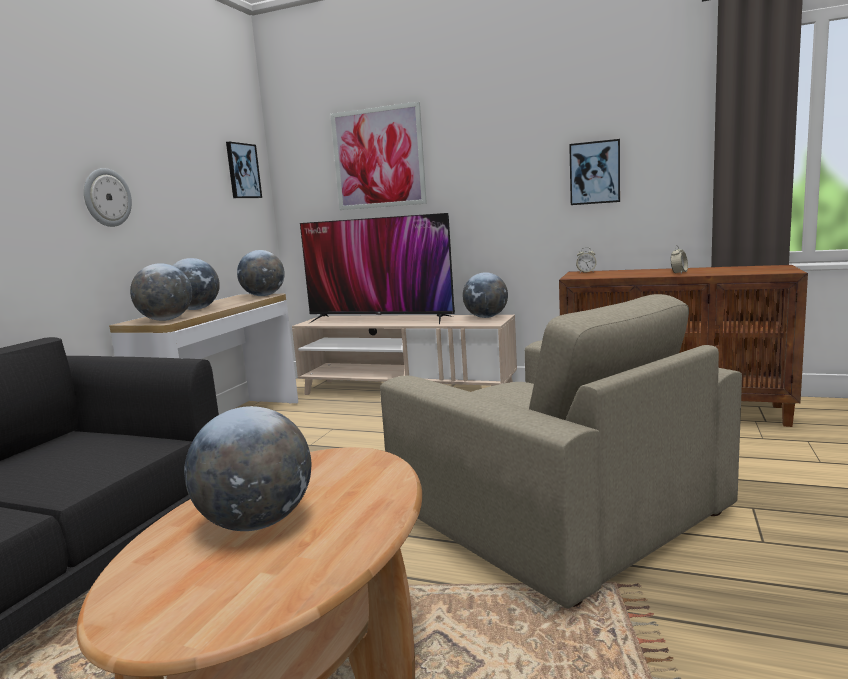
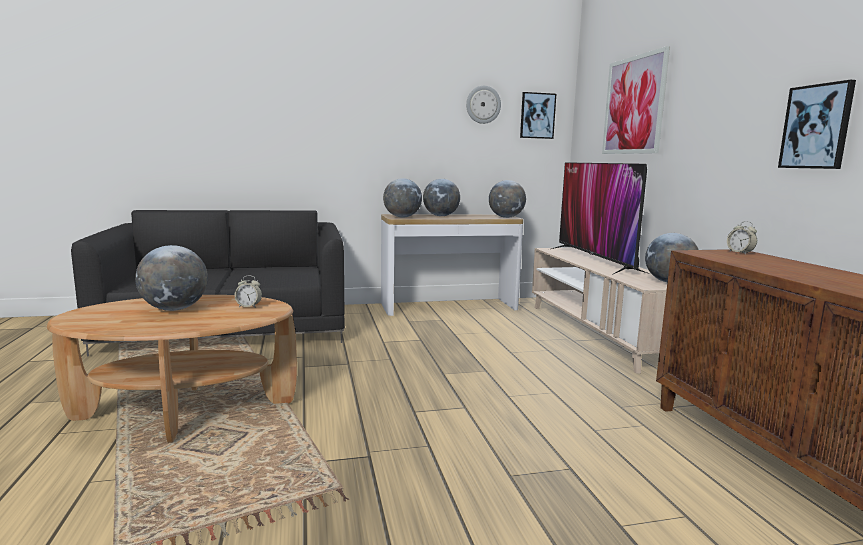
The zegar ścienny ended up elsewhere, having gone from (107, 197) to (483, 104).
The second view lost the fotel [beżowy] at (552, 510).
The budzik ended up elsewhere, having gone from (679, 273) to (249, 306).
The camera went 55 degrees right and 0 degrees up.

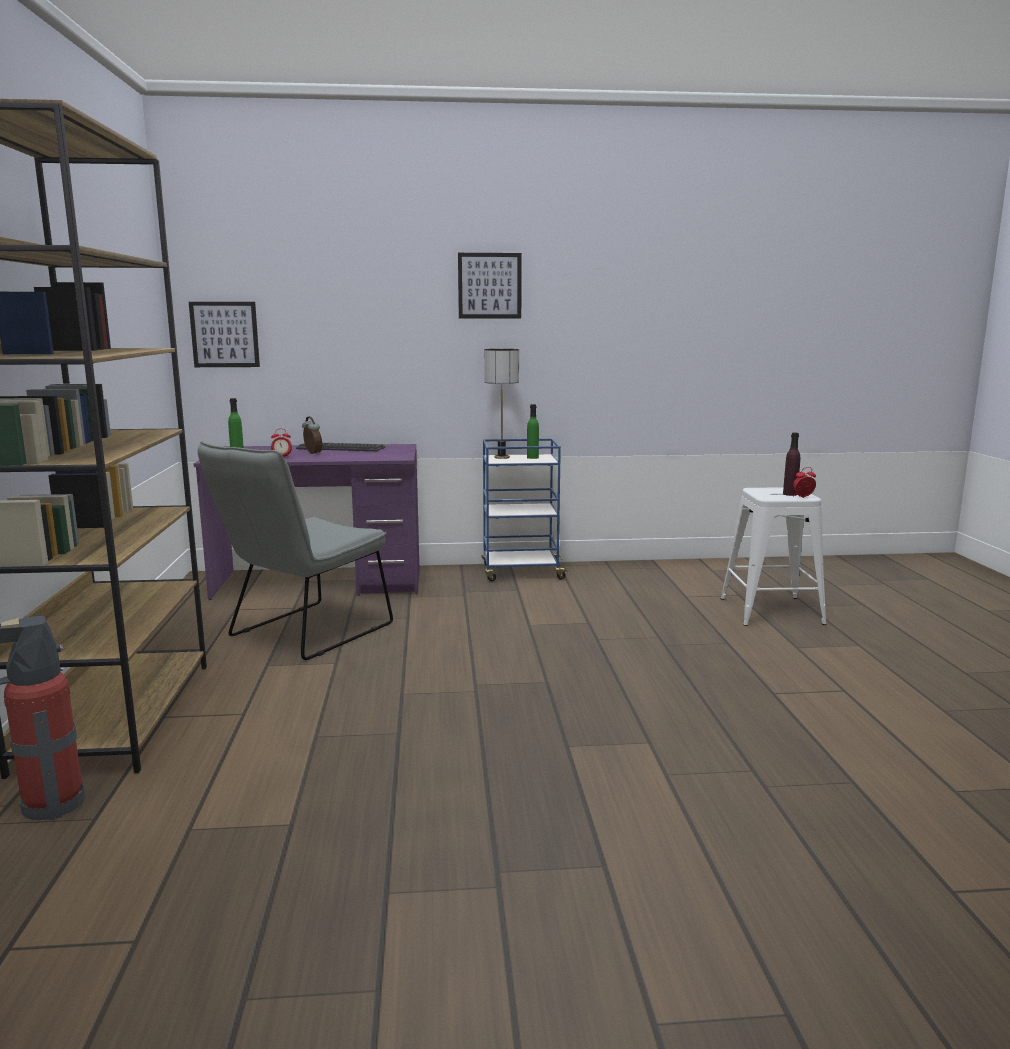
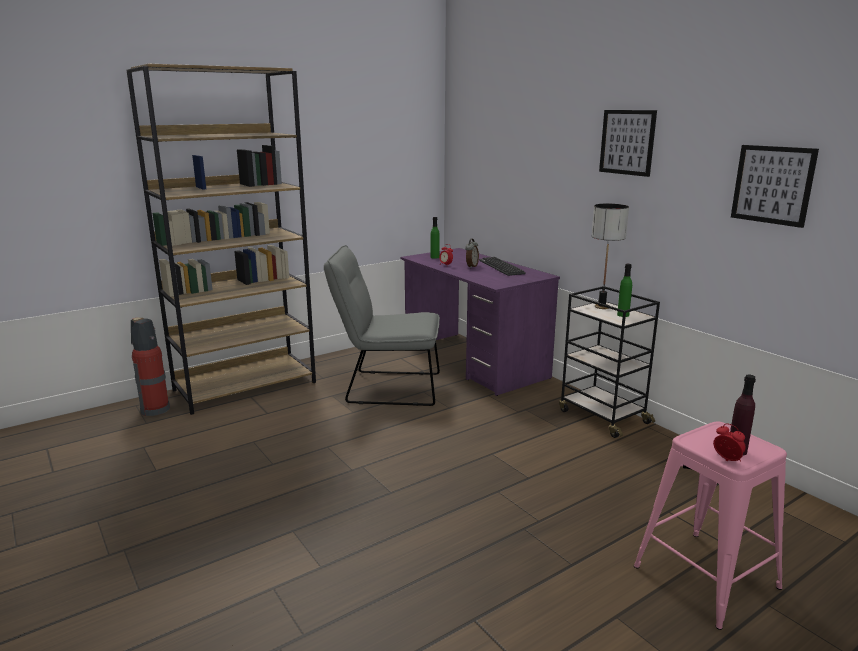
The obraz ended up elsewhere, having gone from (224, 334) to (772, 185).
What was the wózek [niebieski] at (521, 572) turned into the wózek [czarny] at (602, 416).
What was the stołek [biały] at (771, 611) turned into the stołek [różowy] at (706, 577).
The camera went 60 degrees right and 5 degrees up.

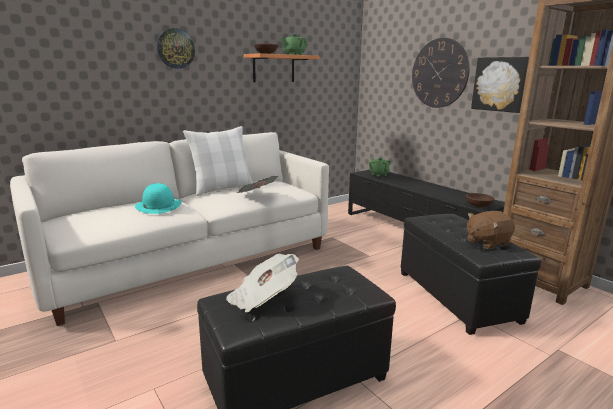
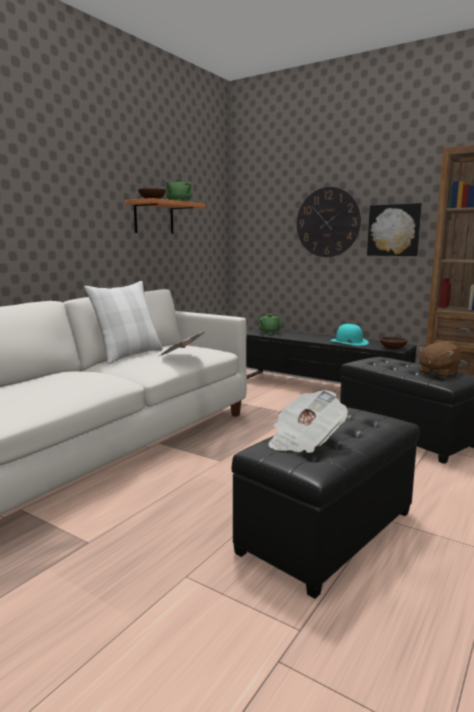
The kapelusz [turkusowy] ended up elsewhere, having gone from (158, 206) to (349, 341).
The second view lost the zegar ścienny at (175, 48).
The camera went 20 degrees left and 5 degrees down.

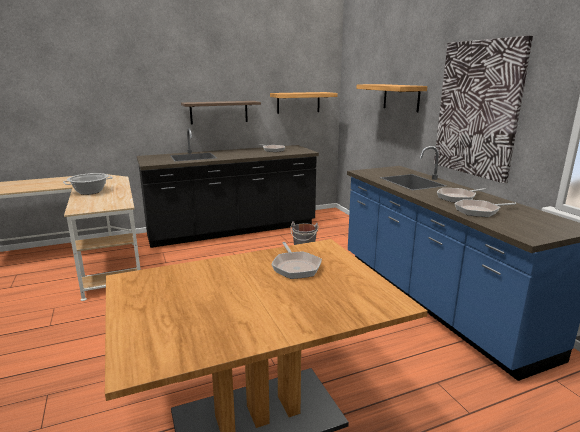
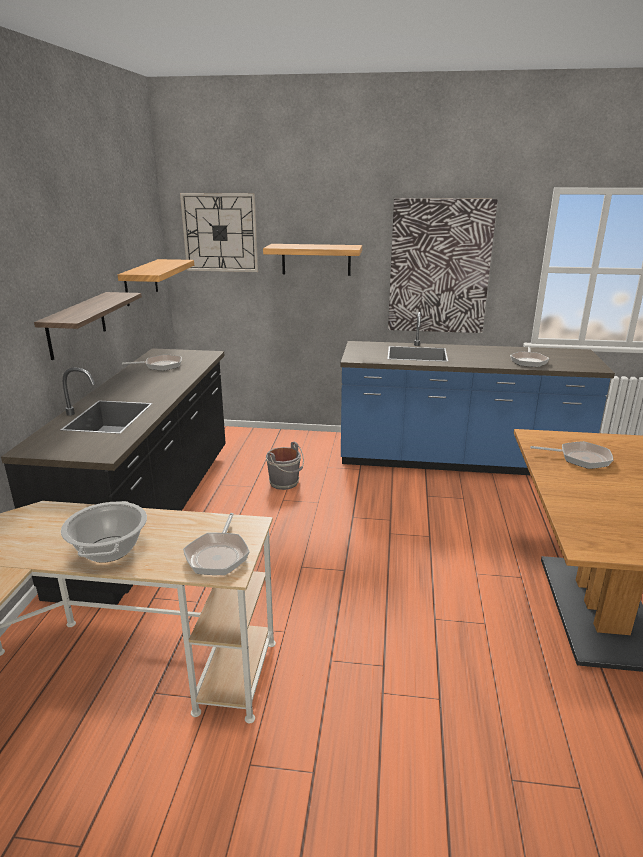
The patelnia ended up elsewhere, having gone from (458, 197) to (218, 555).
The second view gained the zegar ścienny at (220, 233).
The camera went 60 degrees left and 5 degrees up.

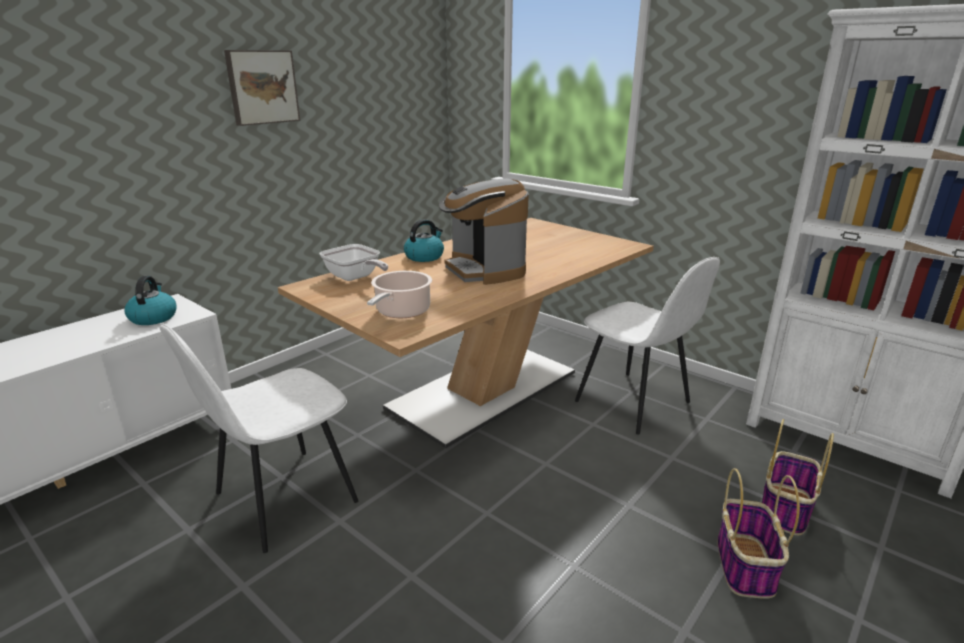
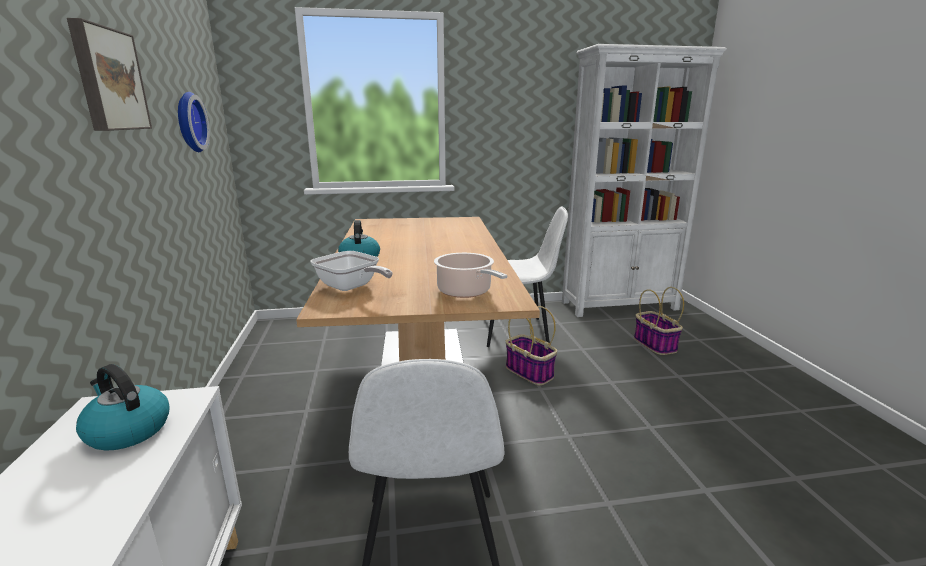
The patelnia at (355, 278) ended up facing another way, 45 degrees clockwise from before.
The second view lost the ekspres do kawy at (484, 270).
The koszyk ended up elsewhere, having gone from (745, 566) to (530, 372).
The second view gained the zegar ścienny at (188, 122).
The camera went 50 degrees left and 5 degrees down.

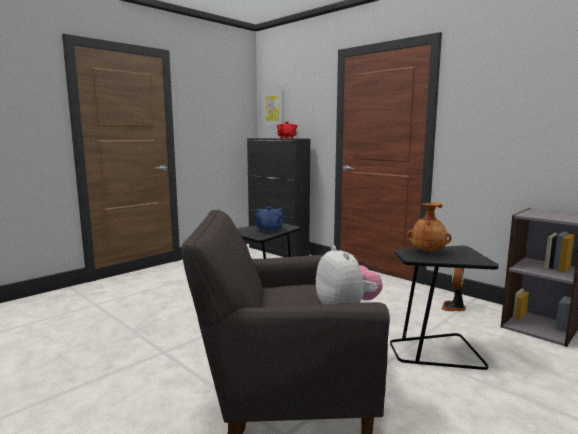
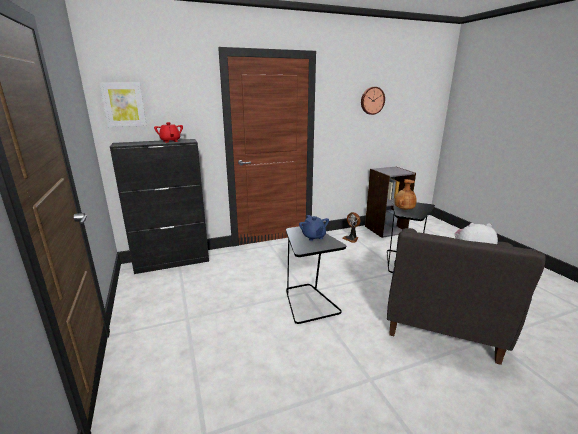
The second view gained the zegar ścienny at (372, 100).
The camera went 65 degrees left and 10 degrees up.

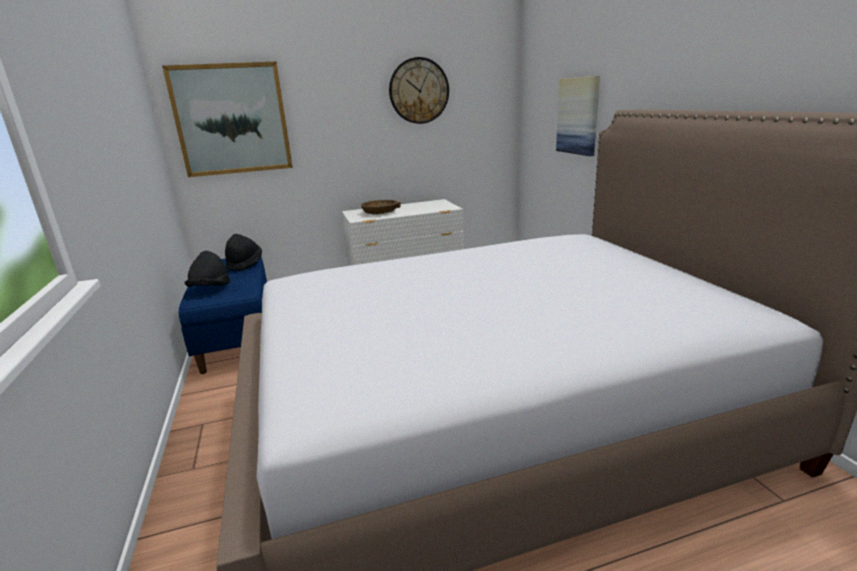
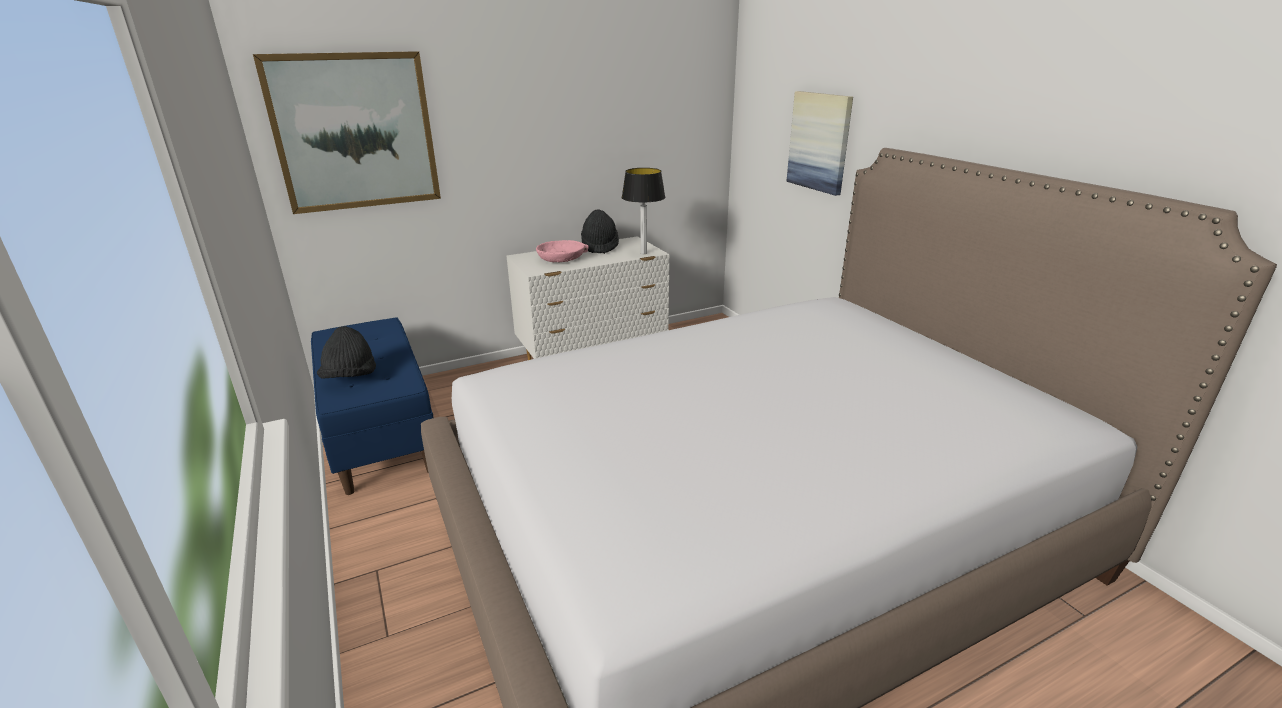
The kapelusz [czarny] ended up elsewhere, having gone from (244, 264) to (600, 247).
What was the miska [brązowy] at (380, 212) turned into the miska [różowy] at (561, 258).
The second view lost the zegar ścienny at (419, 91).
The second view gained the lampa stołowa at (644, 253).
The camera went 10 degrees left and 5 degrees up.

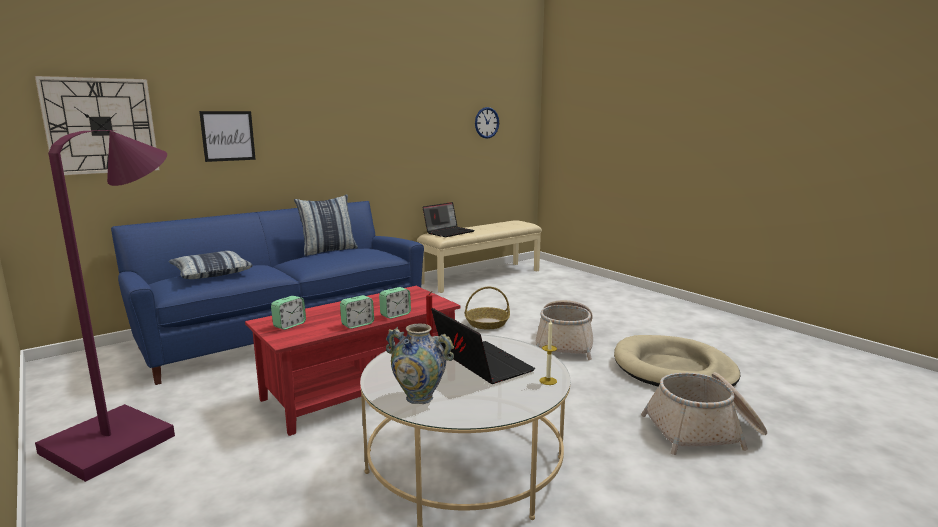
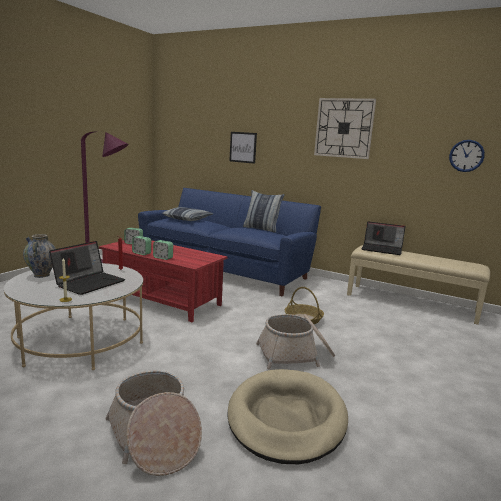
The zegar ścienny ended up elsewhere, having gone from (101, 126) to (344, 128).
The camera went 65 degrees right and 0 degrees up.

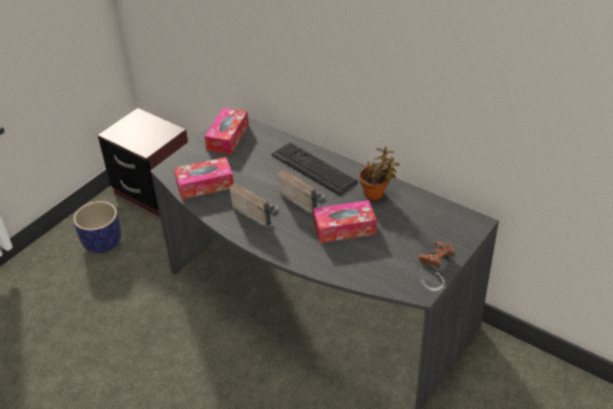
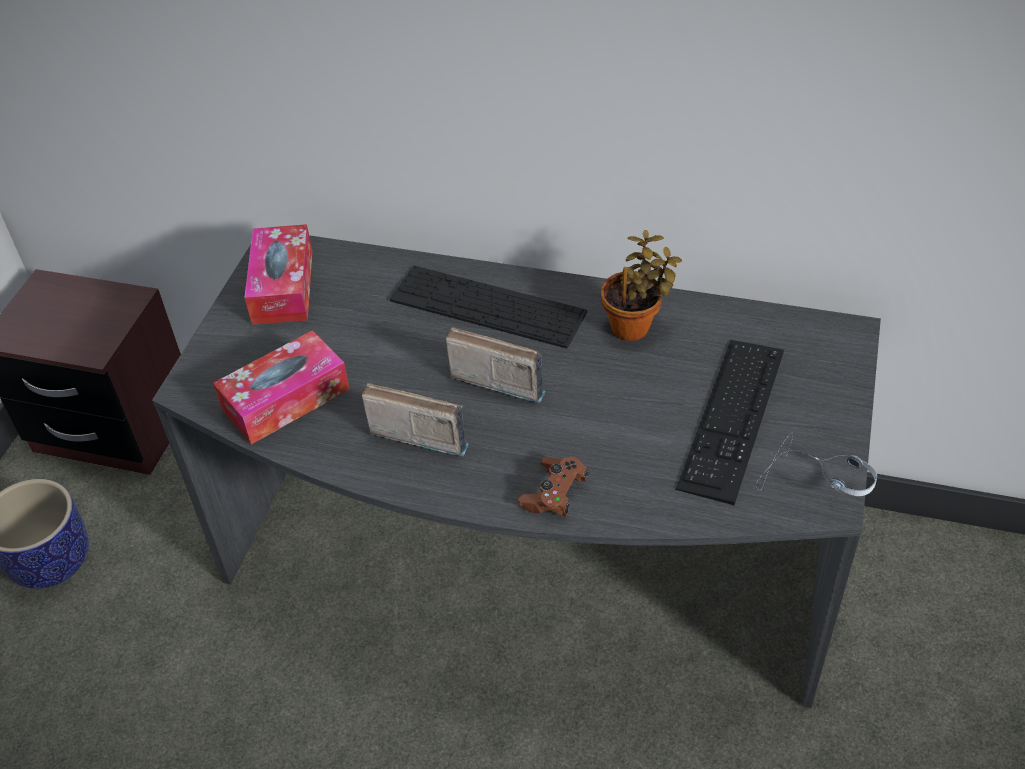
The second view lost the pudełko chusteczek at (344, 228).
The pad do gier [brązowy] ended up elsewhere, having gone from (436, 258) to (554, 494).
The second view gained the klawiatura at (732, 418).
The camera went 20 degrees left and 5 degrees up.

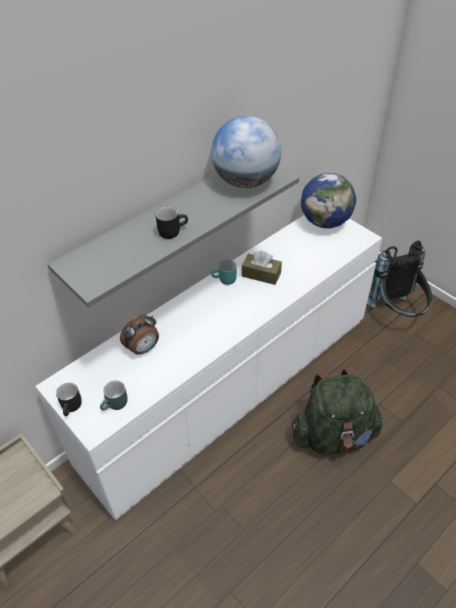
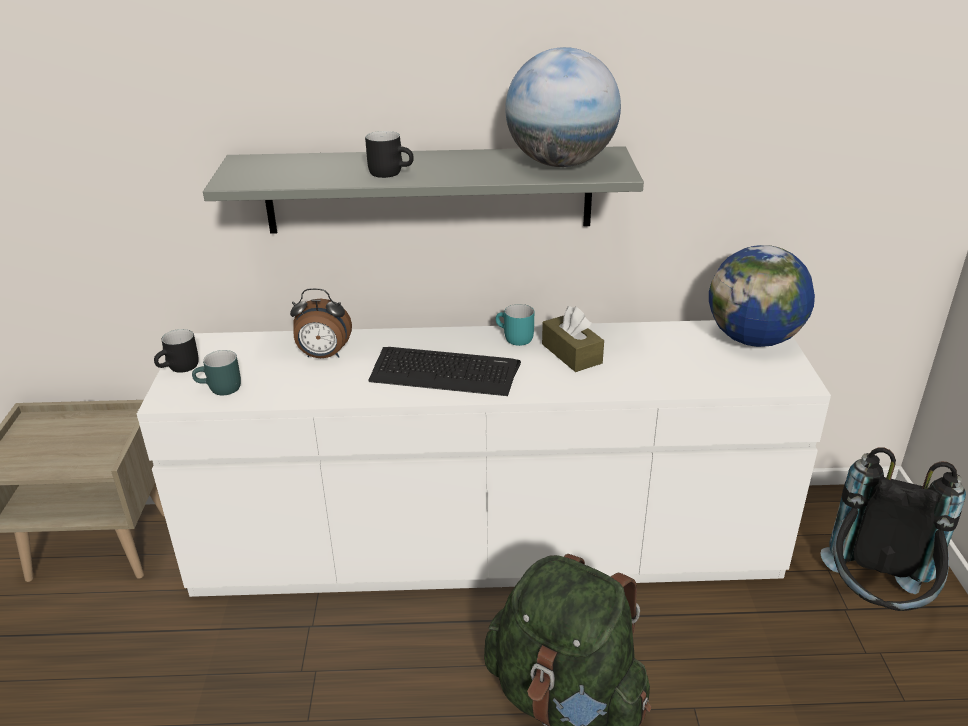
The second view gained the klawiatura at (444, 372).
The camera went 40 degrees right and 15 degrees down.

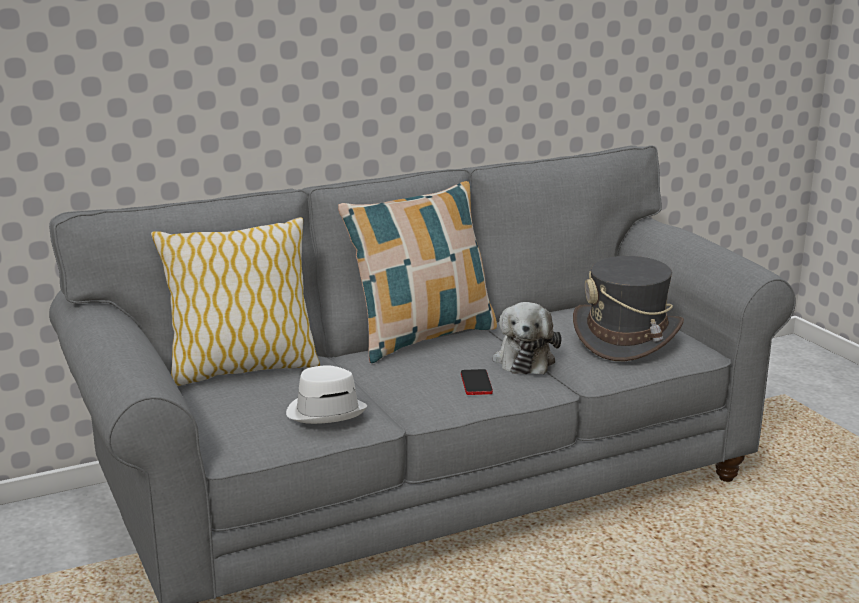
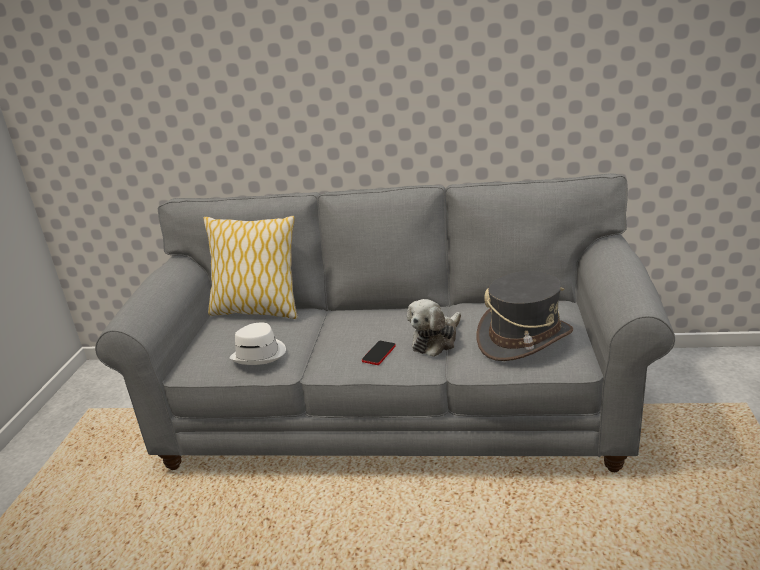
The second view lost the poduszka at (422, 338).
The camera went 35 degrees right and 5 degrees up.

